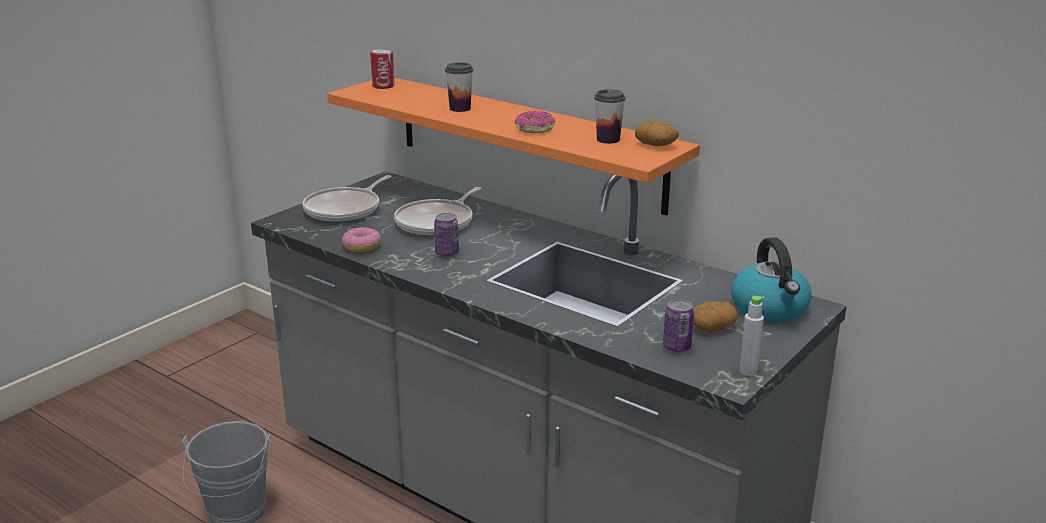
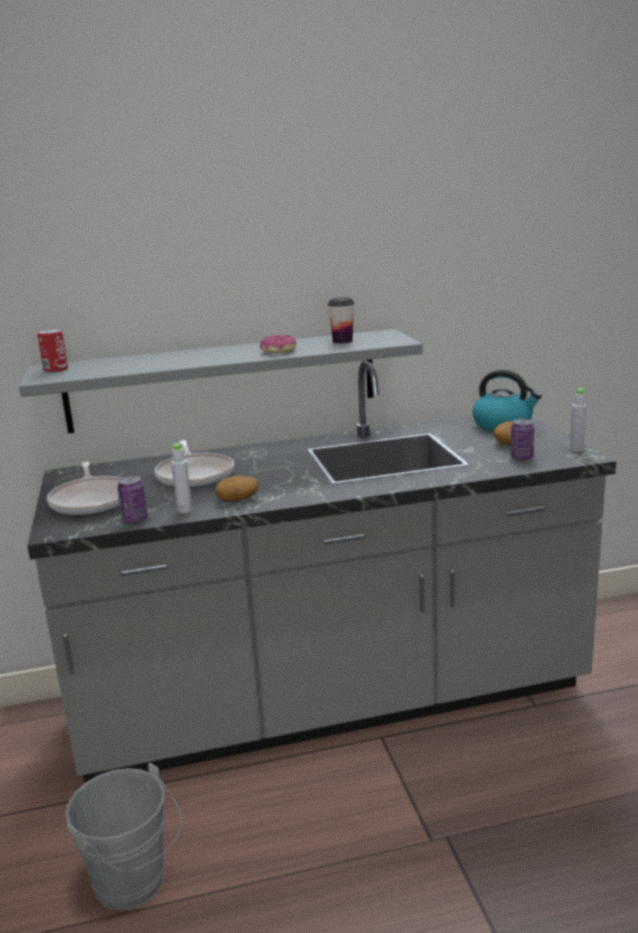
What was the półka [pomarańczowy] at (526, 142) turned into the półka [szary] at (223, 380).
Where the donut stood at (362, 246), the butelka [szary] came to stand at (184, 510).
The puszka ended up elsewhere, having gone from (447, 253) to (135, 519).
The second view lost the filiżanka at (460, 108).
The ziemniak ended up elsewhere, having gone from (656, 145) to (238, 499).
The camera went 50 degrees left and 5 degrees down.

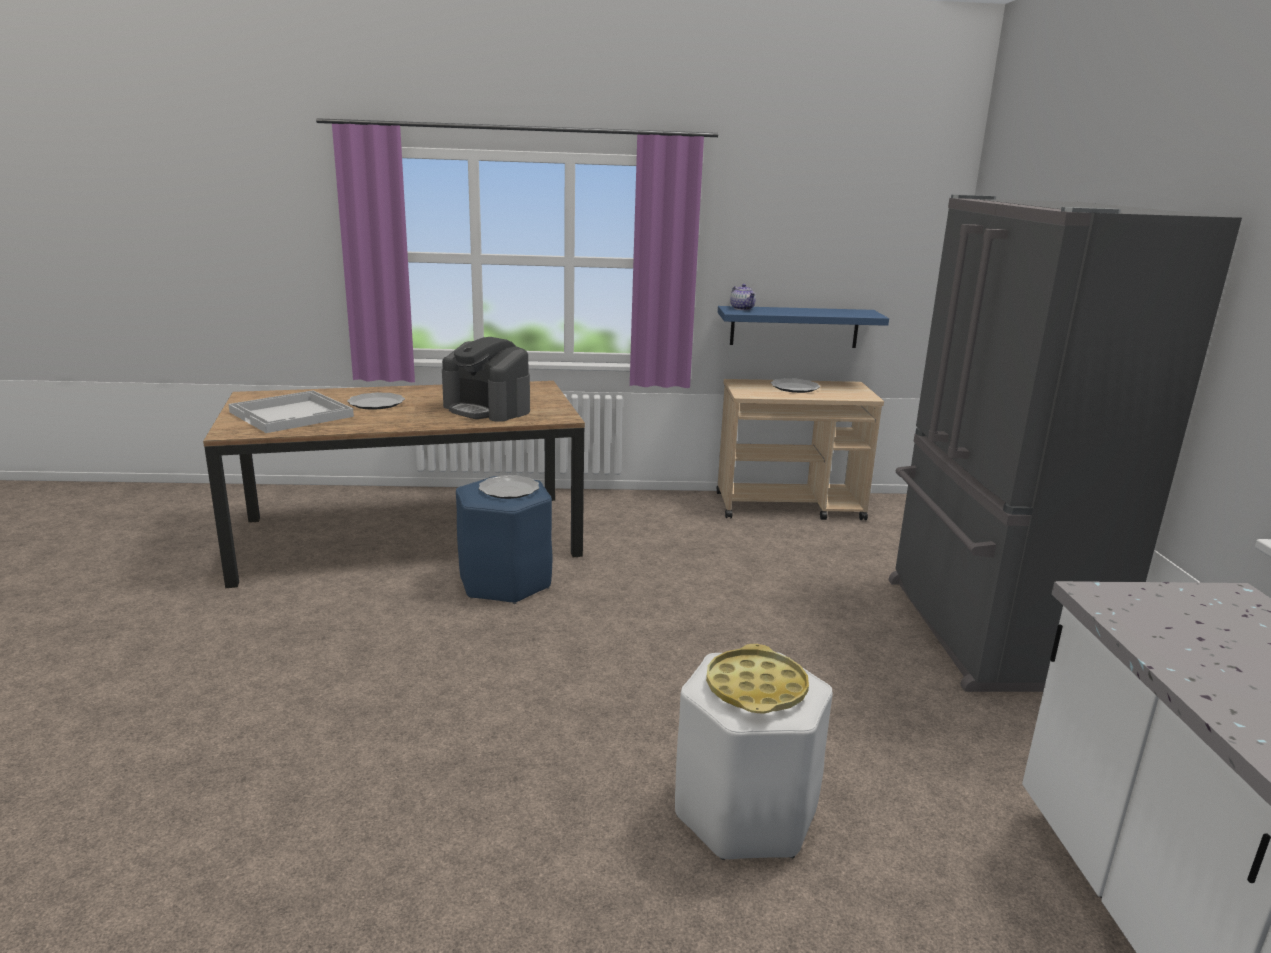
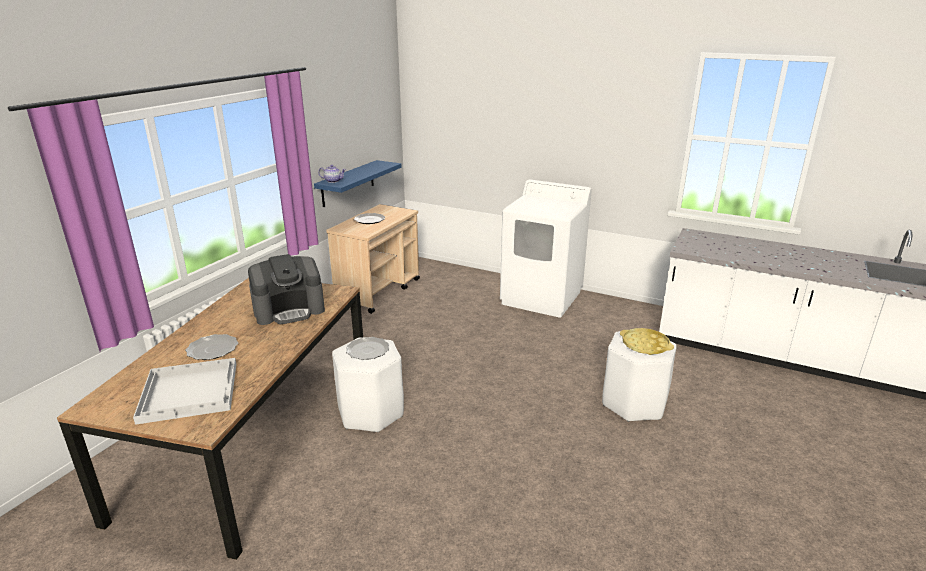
What was the stołek [niebieski] at (505, 583) turned into the stołek [biały] at (371, 413).
Where the lodówka [szary] stood at (984, 631), the pralka [biały] came to stand at (542, 298).
The camera went 60 degrees left and 5 degrees up.

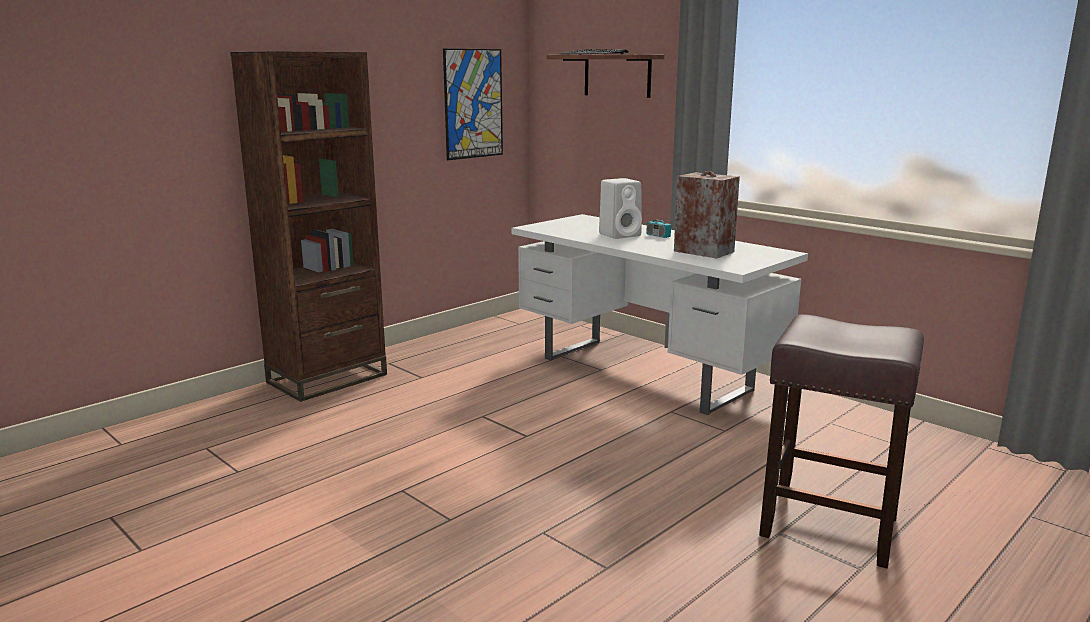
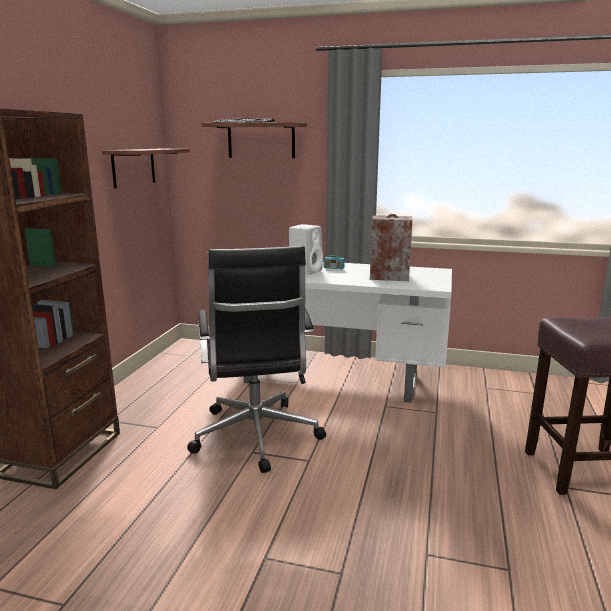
Where the obraz hung at (473, 104), the półka came to hang at (133, 167).
The second view gained the krzesło biurowe [czarny] at (256, 437).
The camera went 30 degrees left and 0 degrees up.

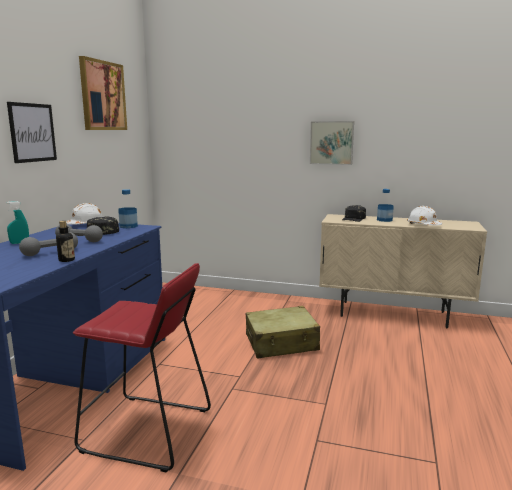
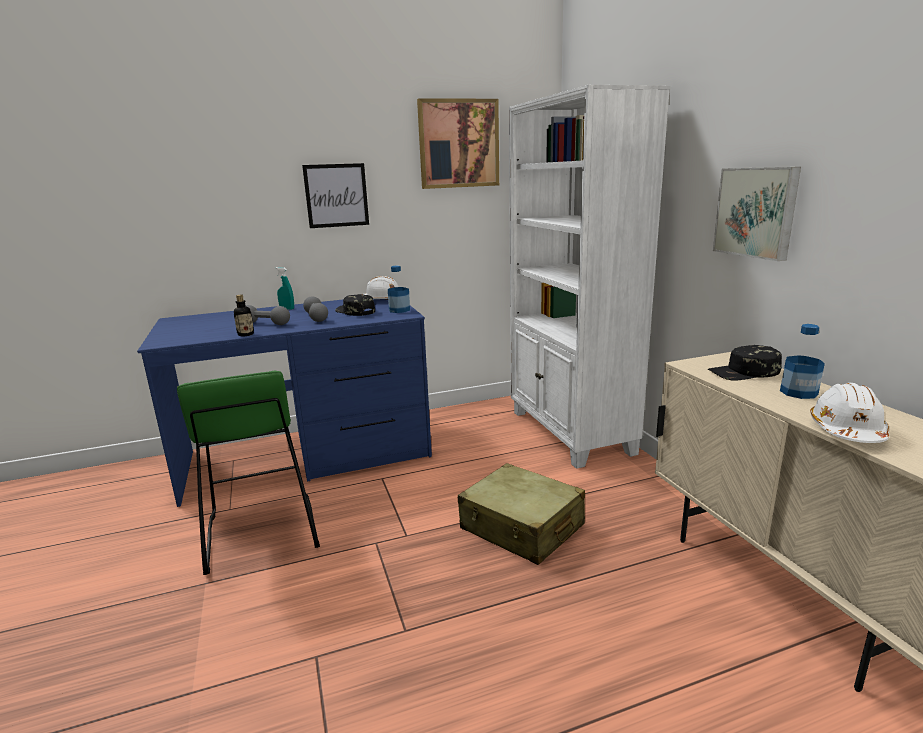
What was the stołek [czerwony] at (146, 431) turned into the stołek [zielony] at (260, 531).
The second view gained the regał [biały] at (570, 432).
The camera went 55 degrees right and 5 degrees up.

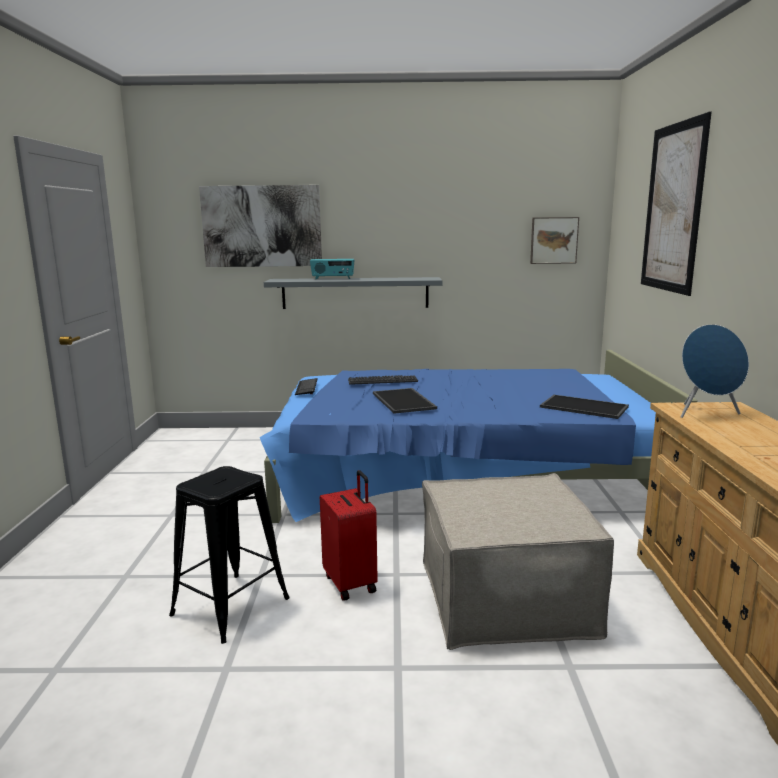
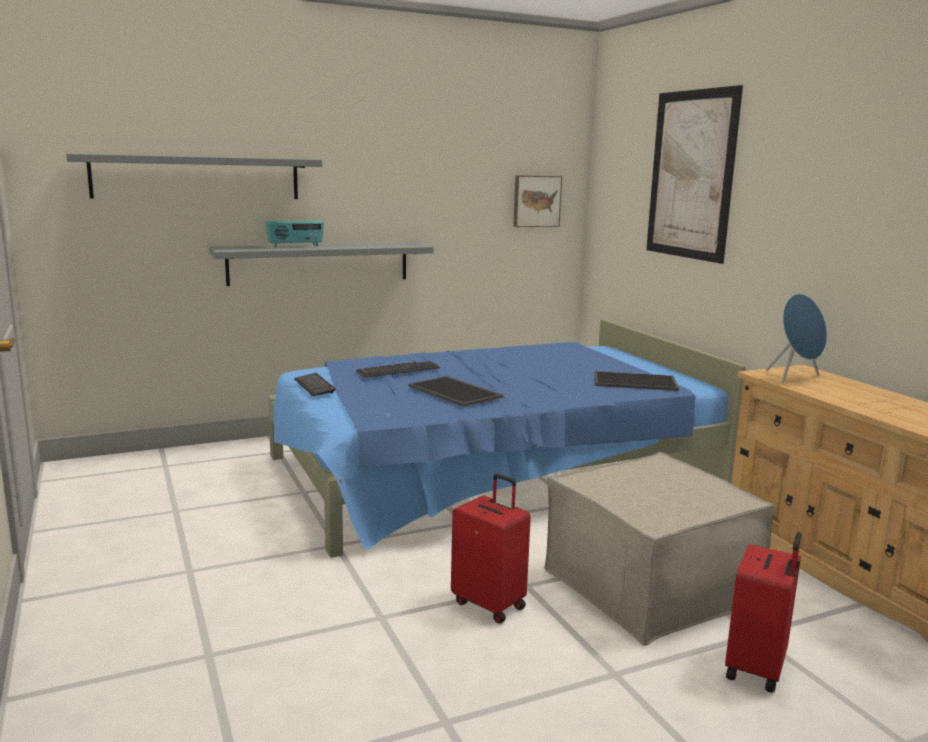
The second view lost the stołek [czarny] at (230, 606).
Where the obraz hung at (261, 226), the półka [szary] came to hang at (197, 177).
The second view gained the walizka [czerwony] at (757, 669).
The camera went 25 degrees left and 0 degrees up.

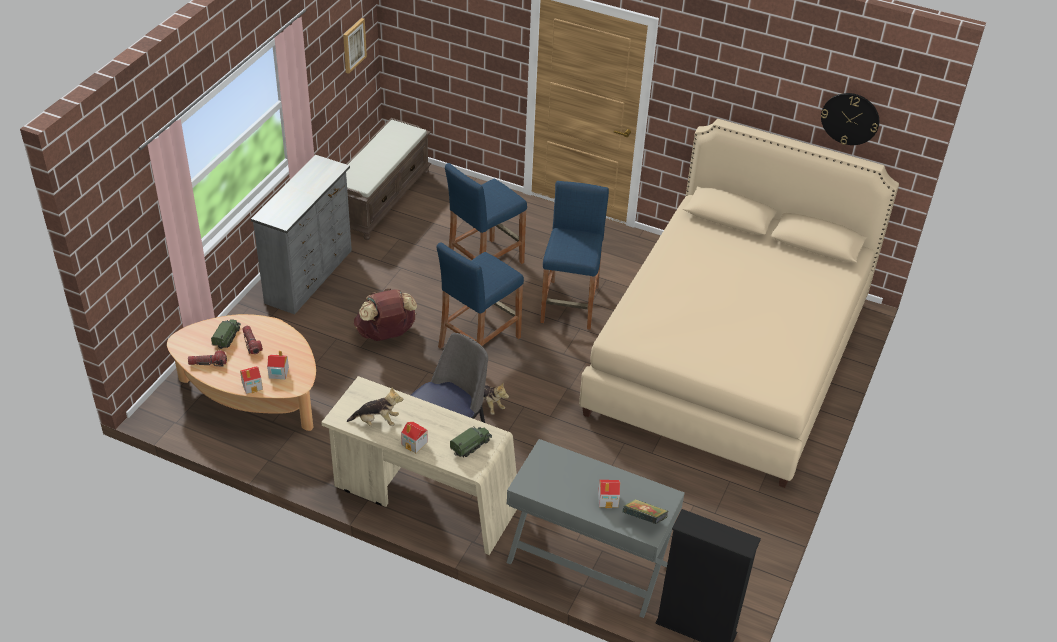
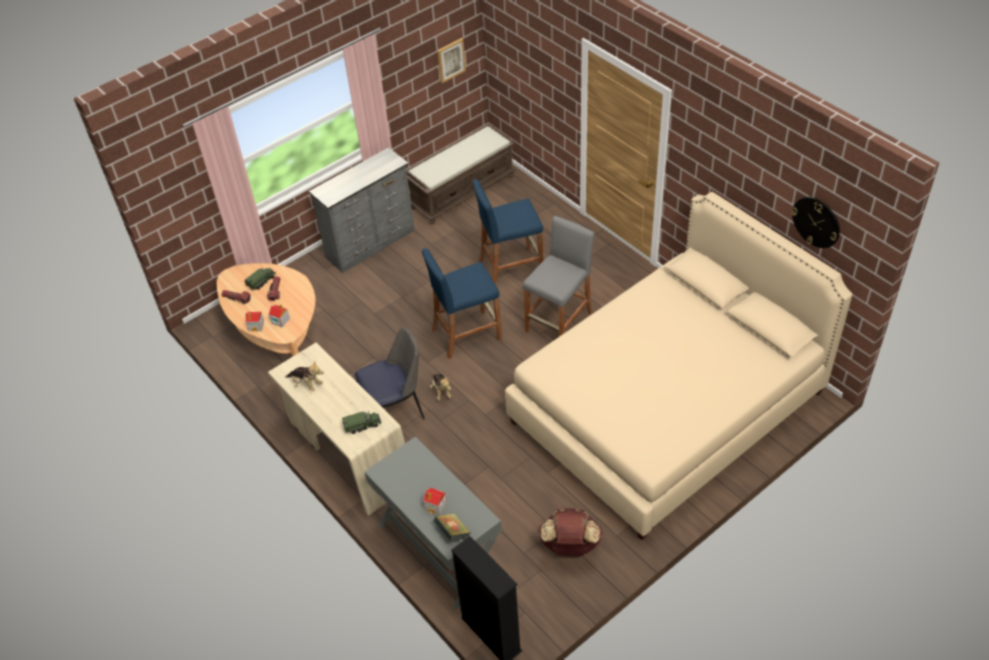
The plecak [brązowy] ended up elsewhere, having gone from (386, 334) to (570, 546).
The second view lost the domek at (415, 443).
What was the stołek [niebieski] at (570, 304) turned into the stołek [szary] at (559, 322).
The camera went 30 degrees right and 5 degrees up.

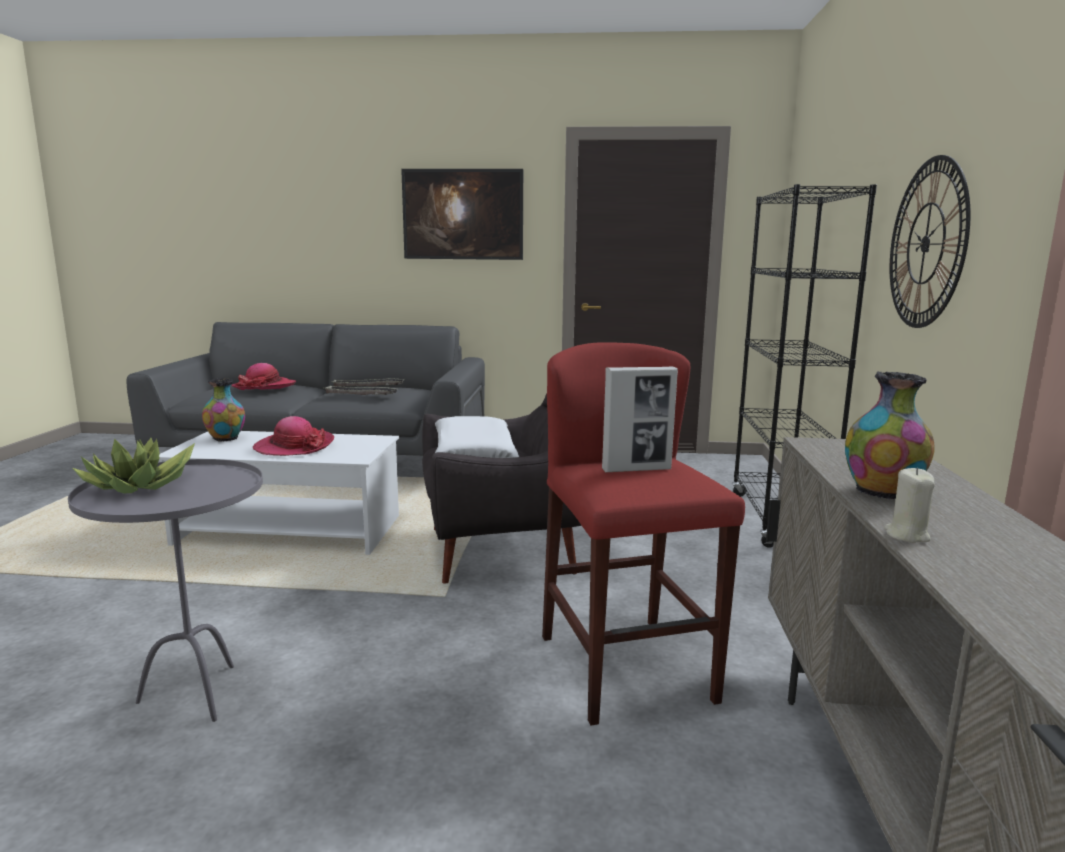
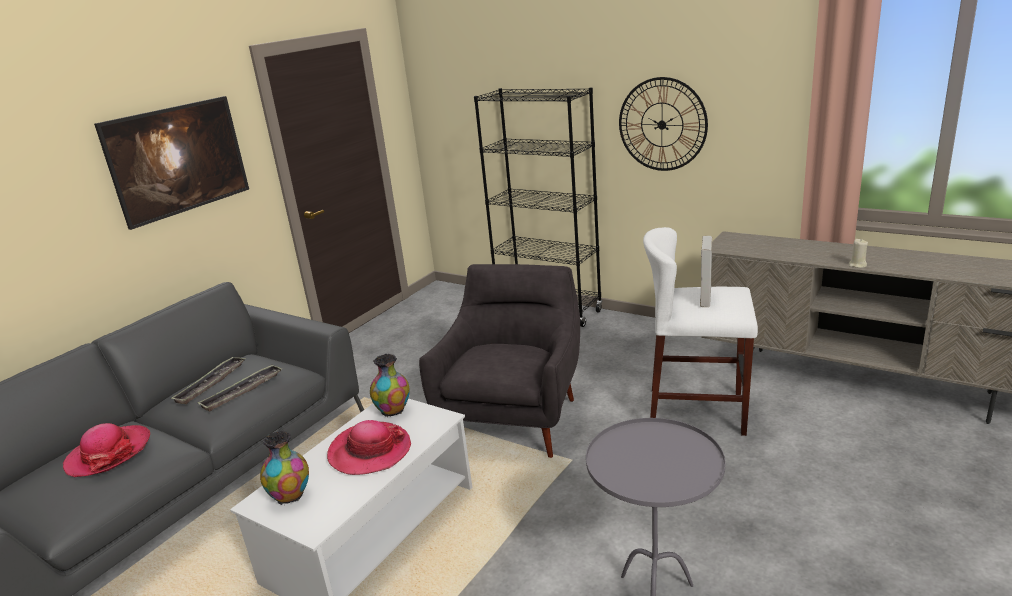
The second view lost the roślina doniczkowa at (142, 486).
The second view lost the poduszka [biały] at (473, 454).
What was the stołek [czerwony] at (625, 668) turned into the stołek [biały] at (697, 411).
The wazon ended up elsewhere, having gone from (883, 493) to (393, 410).
The camera went 60 degrees left and 10 degrees up.

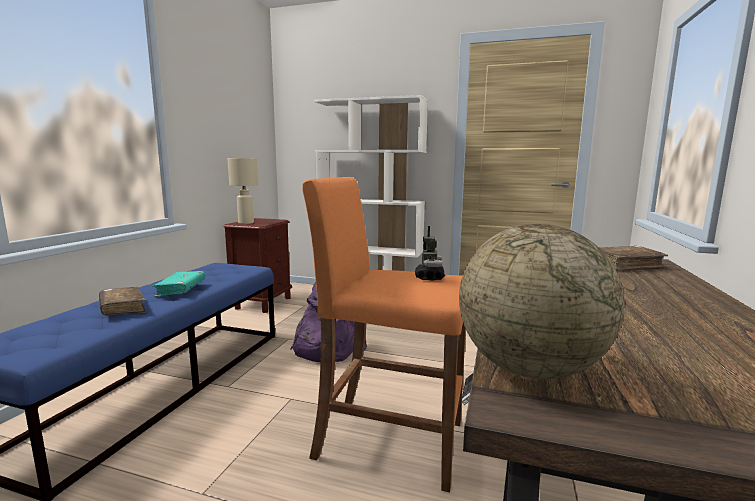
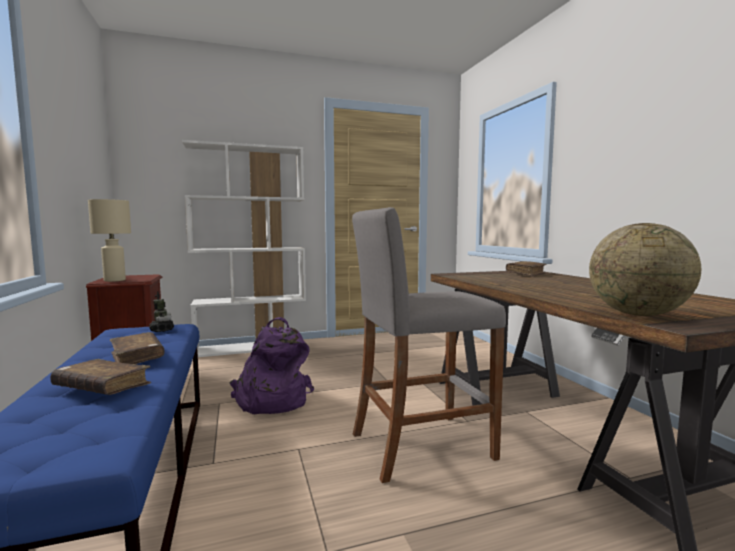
What was the książka [turkusowy] at (181, 290) turned into the książka [brązowy] at (137, 357).
What was the stołek [pomarańczowy] at (389, 439) turned into the stołek [szary] at (420, 446).
The robot zabawkowy ended up elsewhere, having gone from (429, 277) to (162, 330).
The camera went 35 degrees left and 5 degrees down.

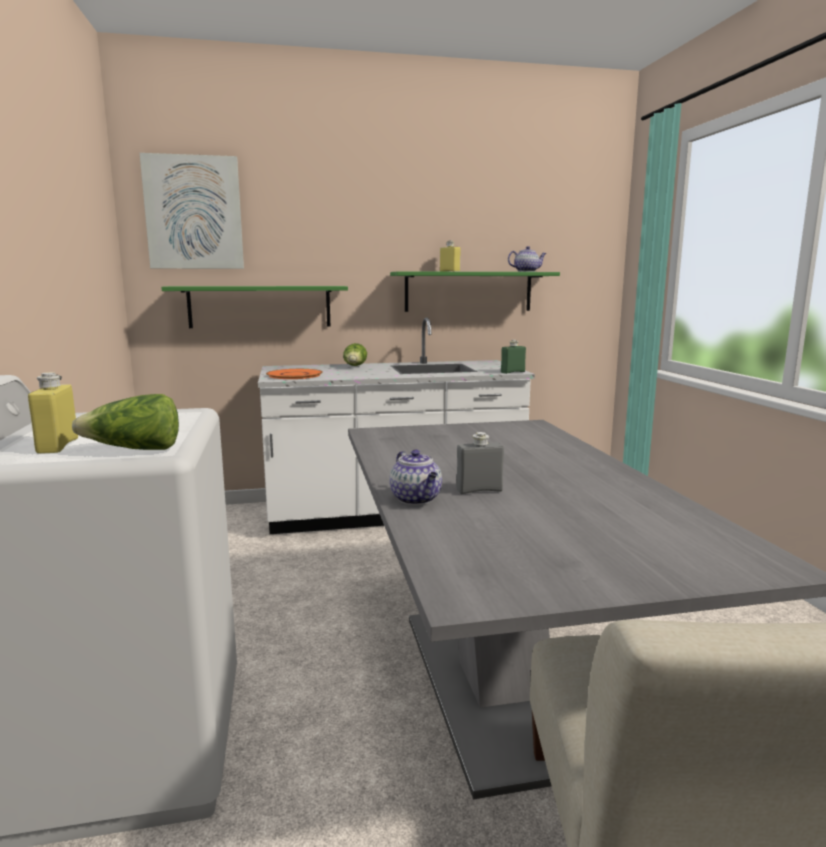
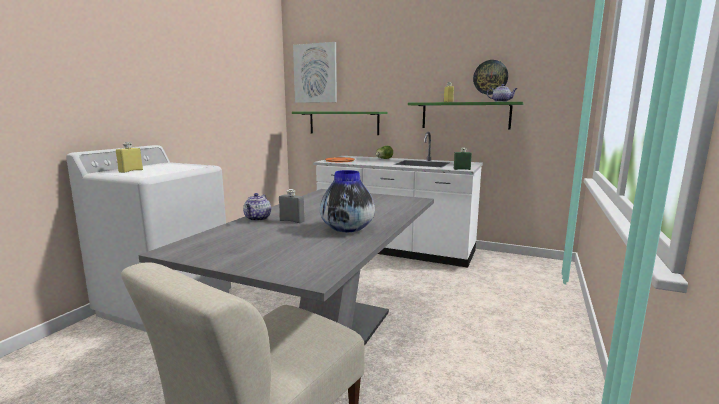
The second view lost the sałata at (134, 450).
The second view gained the wazon at (347, 229).
The second view gained the zegar ścienny at (490, 77).
The camera went 35 degrees right and 0 degrees up.

